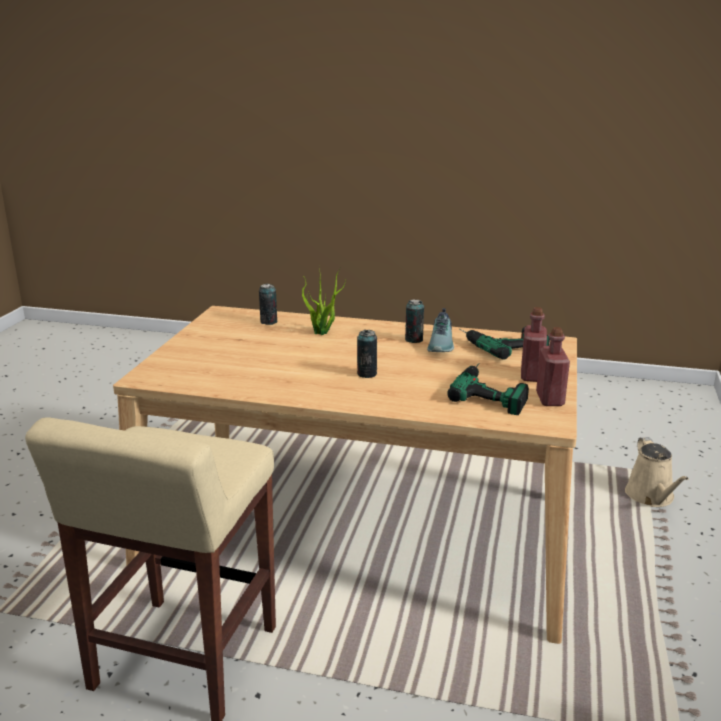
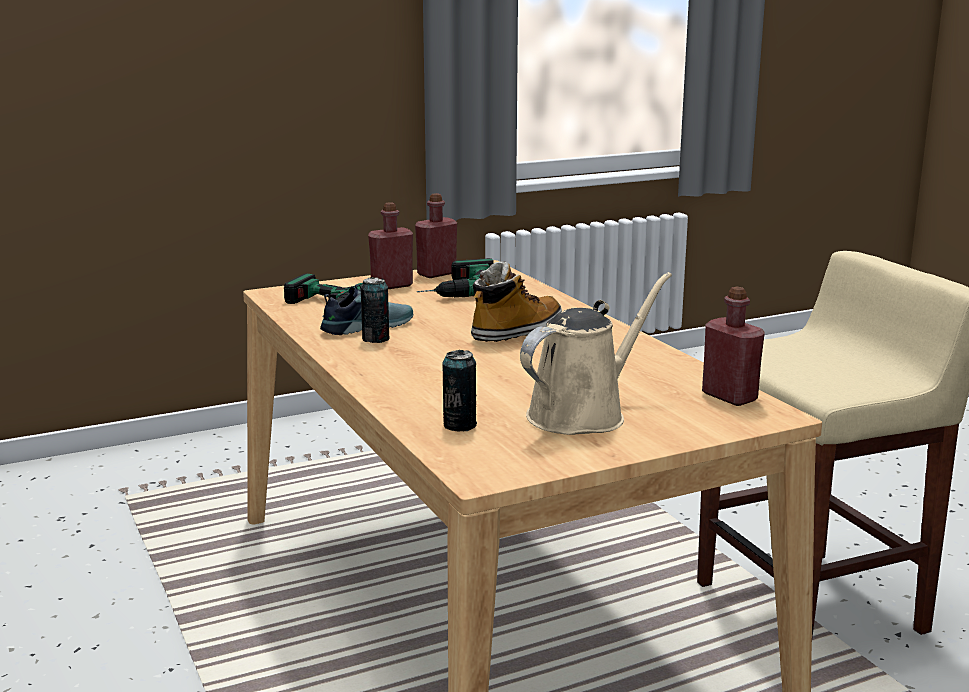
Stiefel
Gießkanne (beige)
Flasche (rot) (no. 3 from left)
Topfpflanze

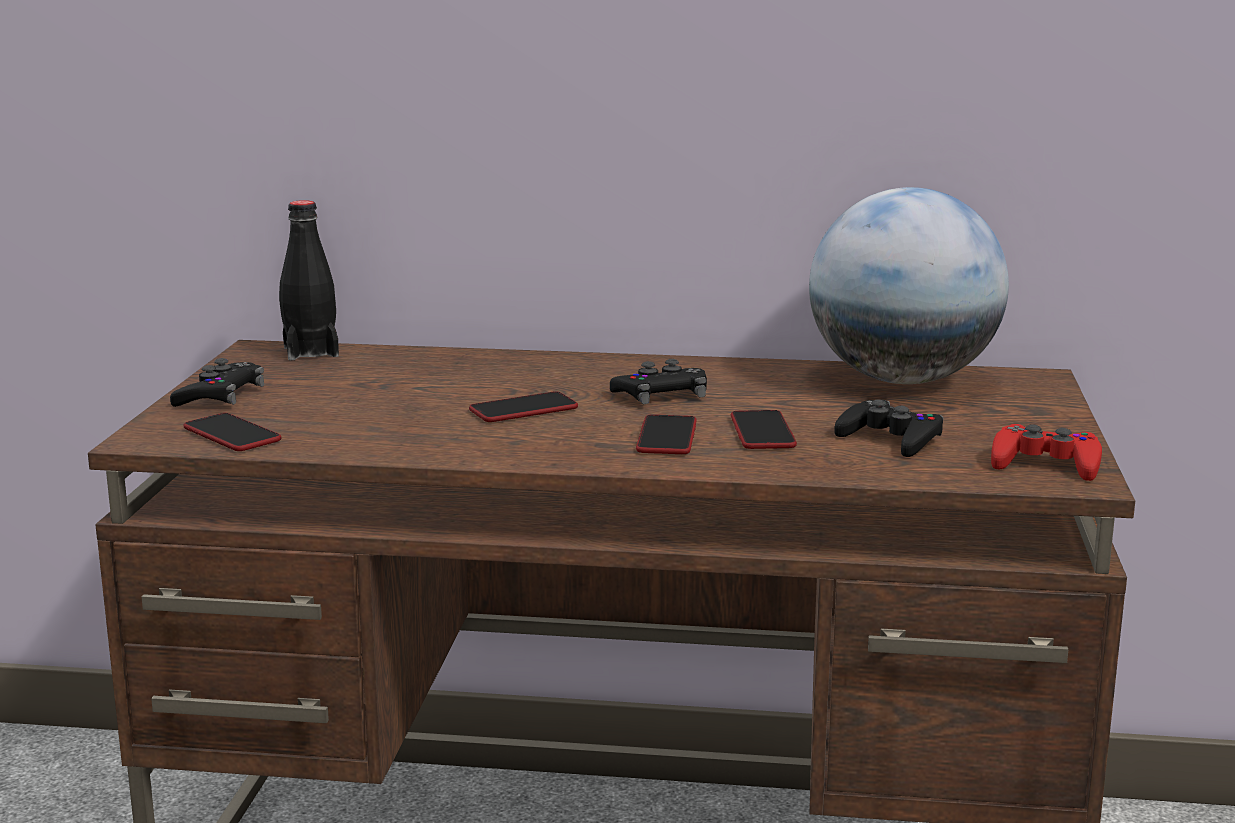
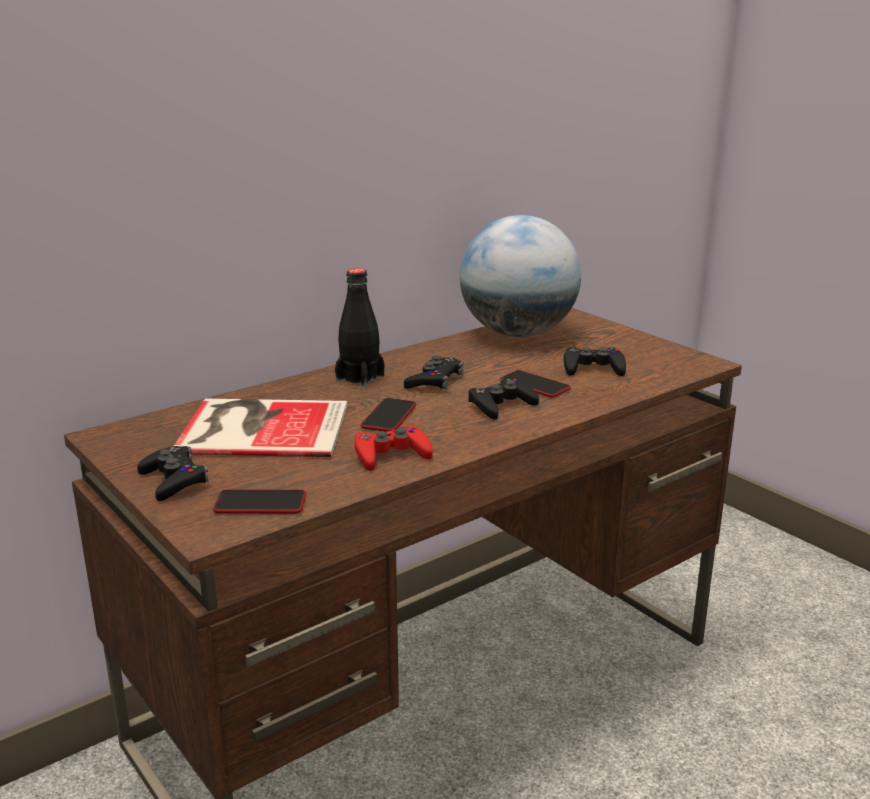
Buch
Flasche (schwarz)
Gamepad (rot)
Gamepad (schwarz) (no. 3 from left)

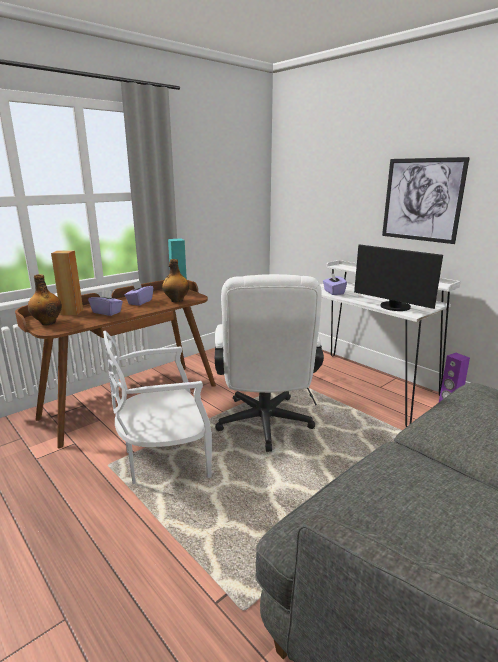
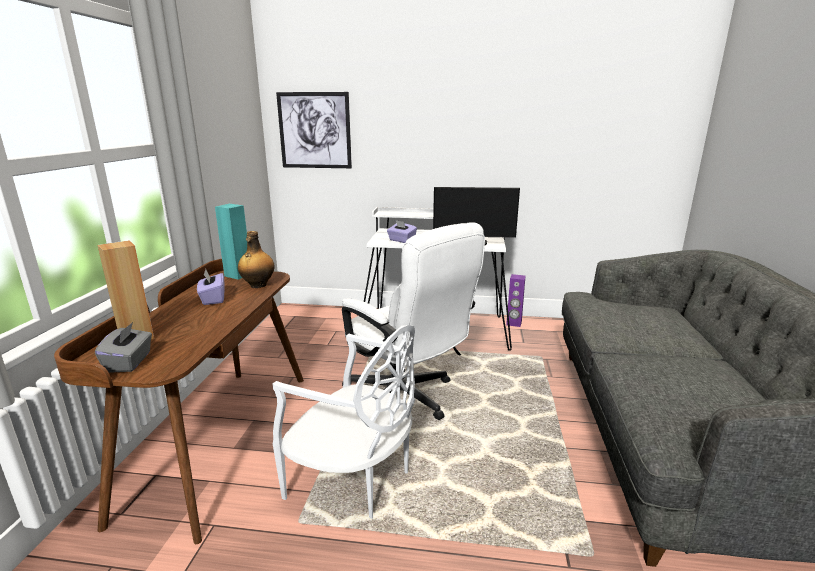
Taschentuchbox (grau)
Stuhl (weiß)
Bild
Taschentuchbox (lila) (no. 1 from left in the first image)

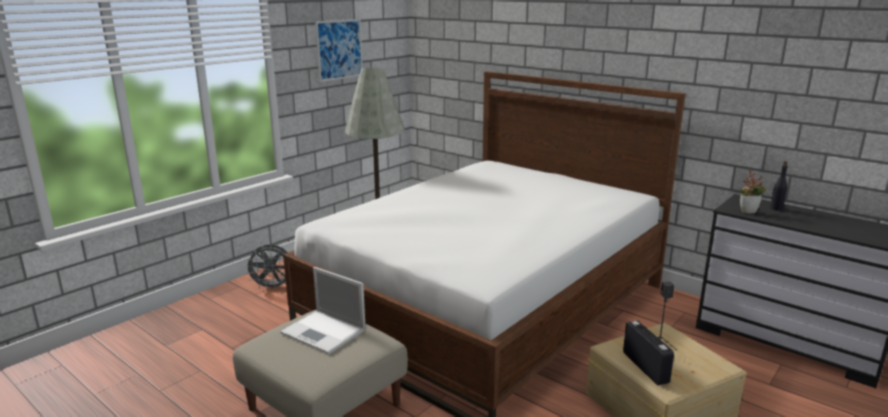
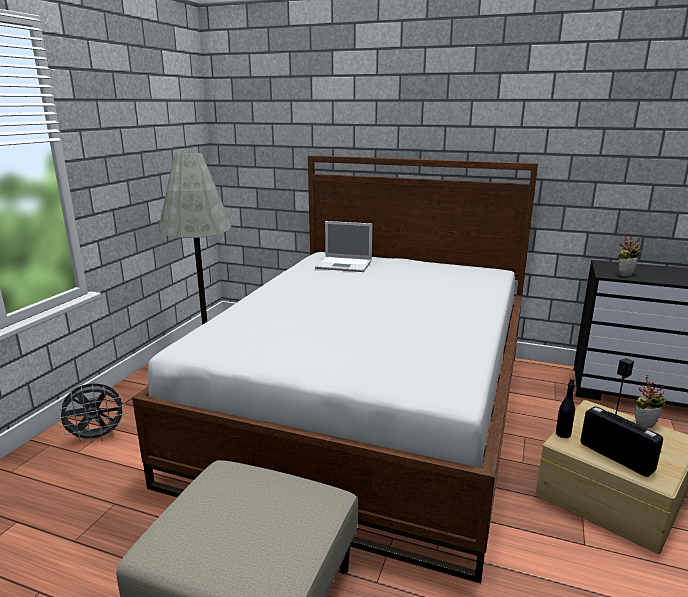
Laptop
Flasche (schwarz)
Topfpflanze (no. 2 from left)
Bild

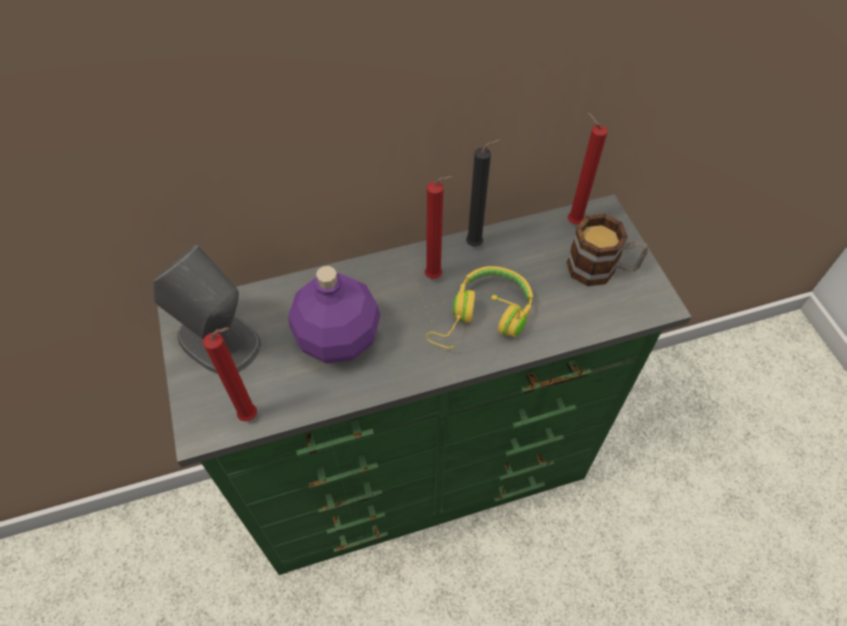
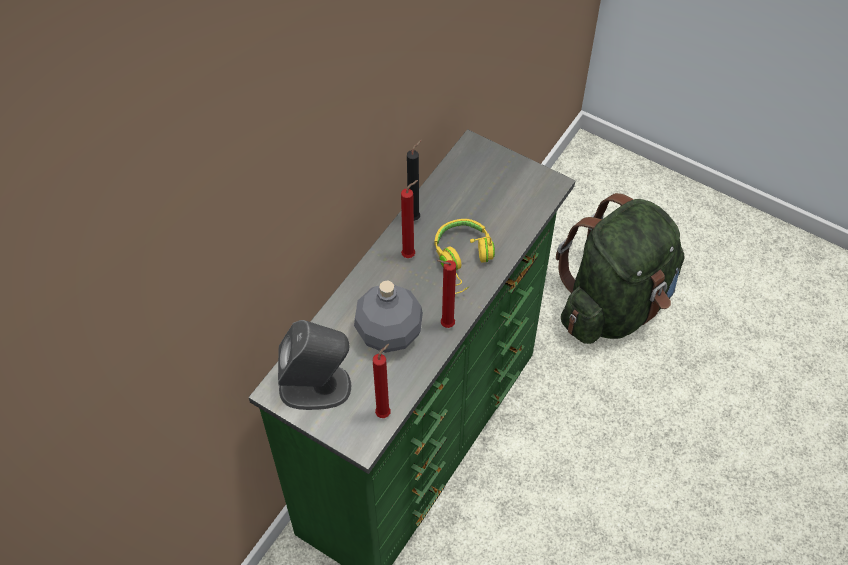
Flasche (grau)
Kerze (rot) (no. 3 from left)
Rucksack (grün)
Henkelbecher

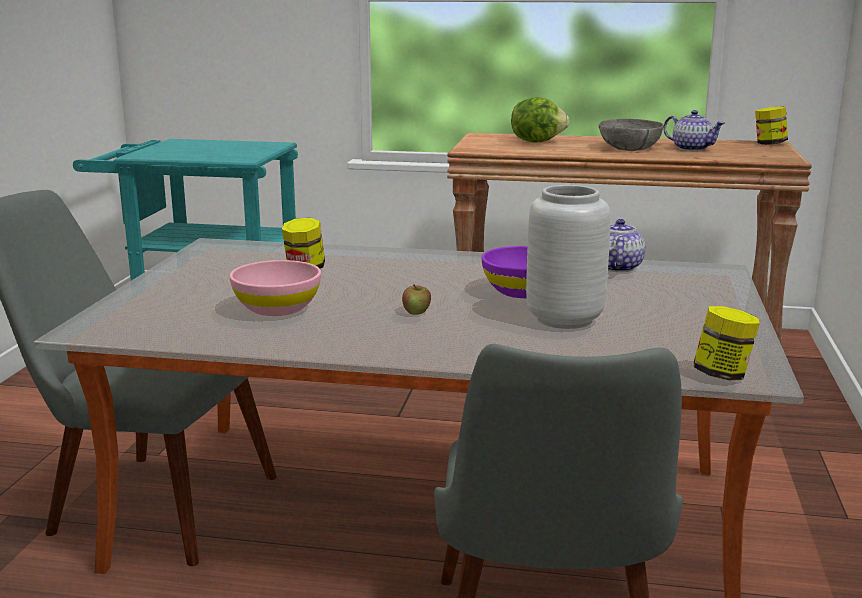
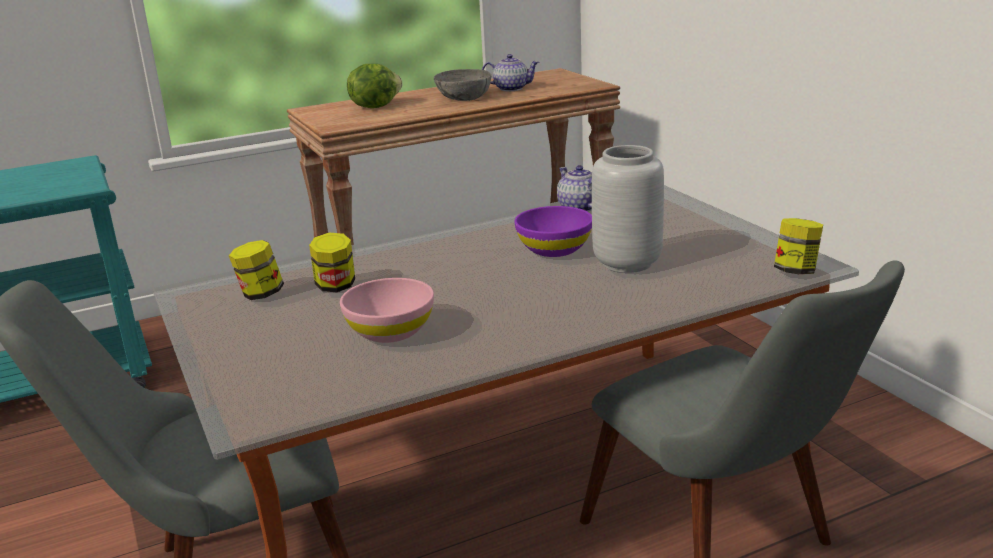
Vorratsglas (no. 1 from left)
Apfel

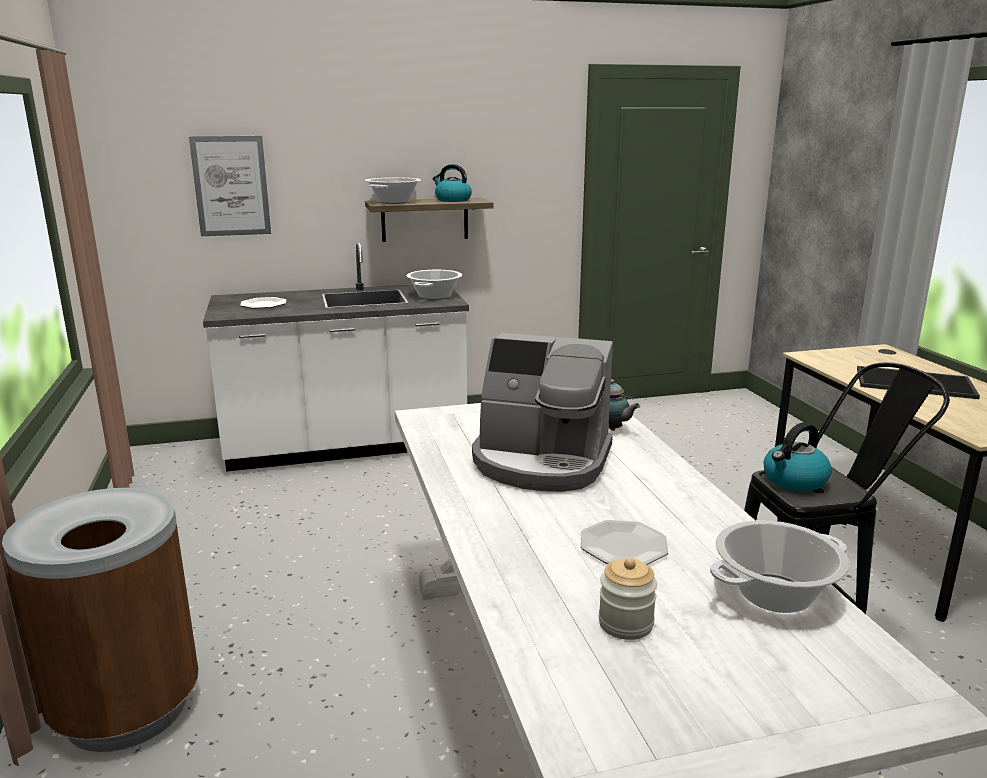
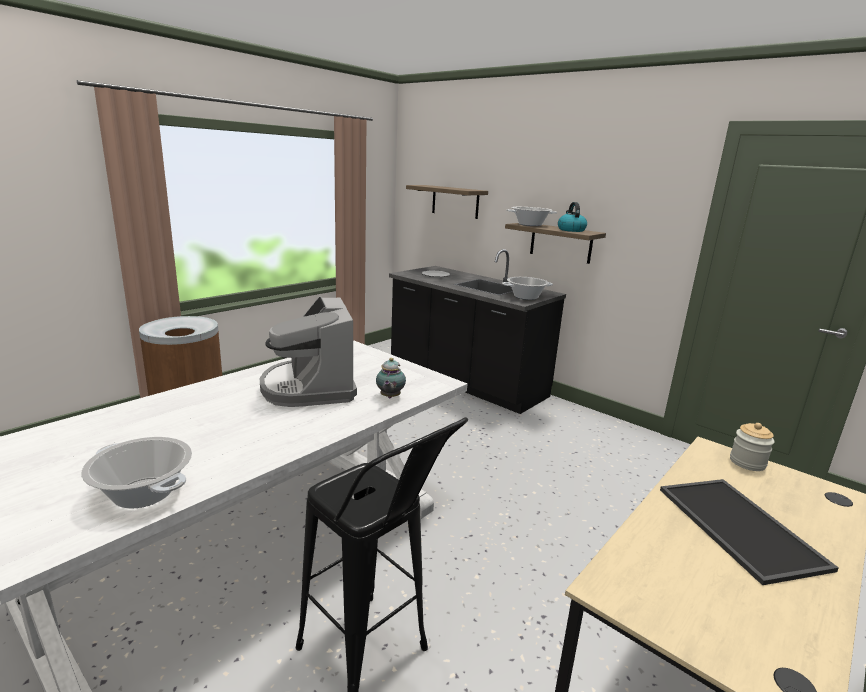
Küchenzeile (schwarz)
Wandregal (no. 1 from left)
Vorratsglas
Teller (no. 2 from left in the first image)
Wasserkessel (no. 2 from left in the first image)

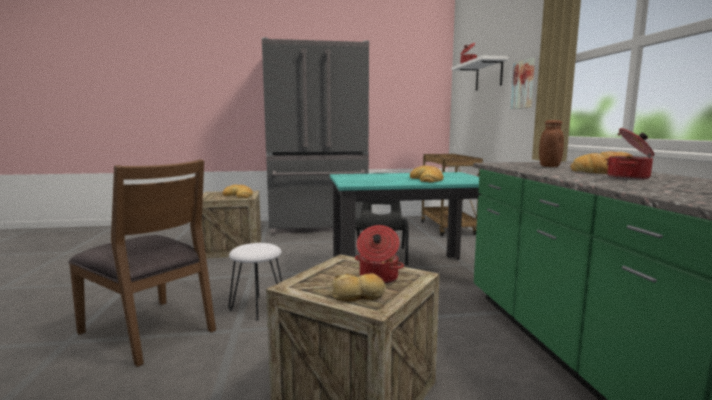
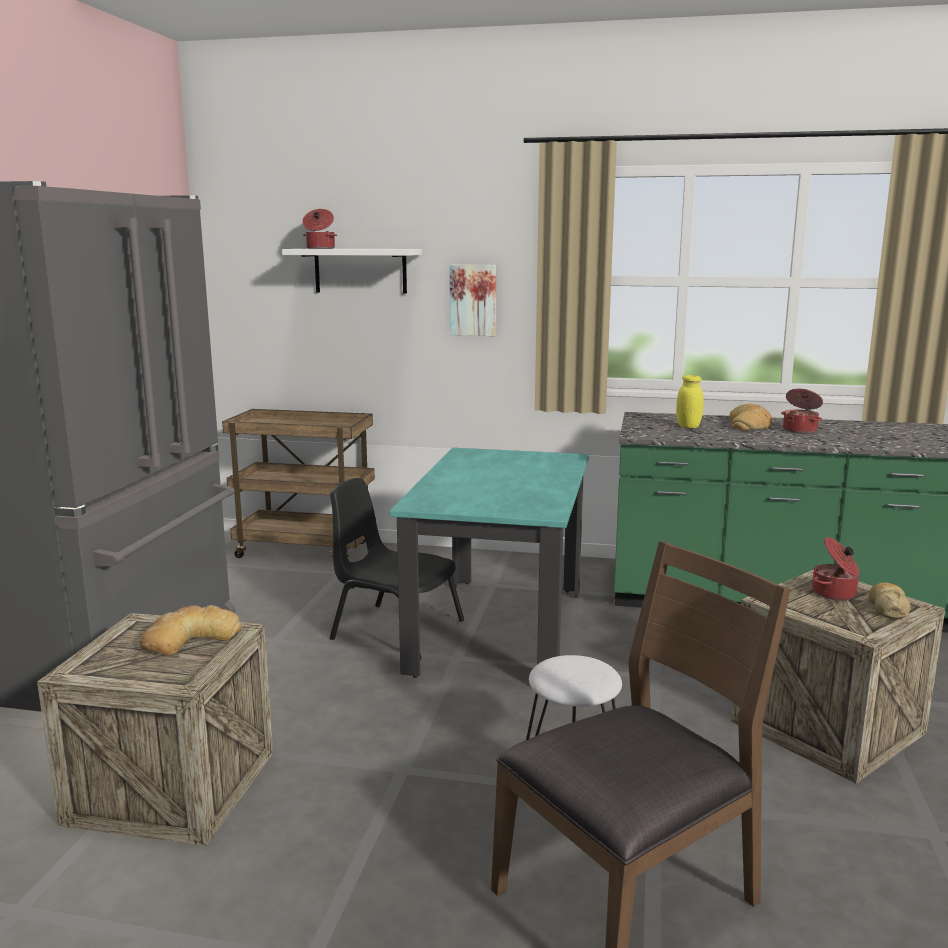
Vorratsglas (gelb)
Brot (no. 3 from left in the first image)

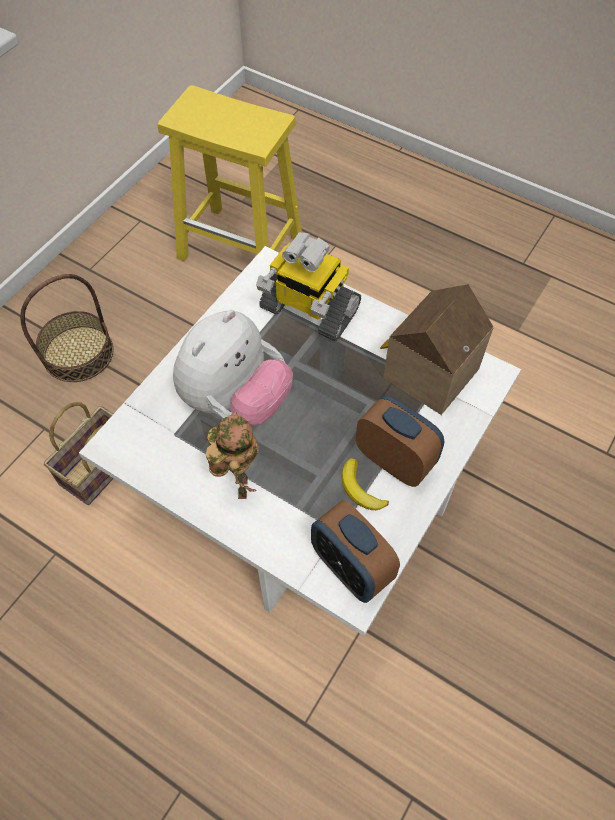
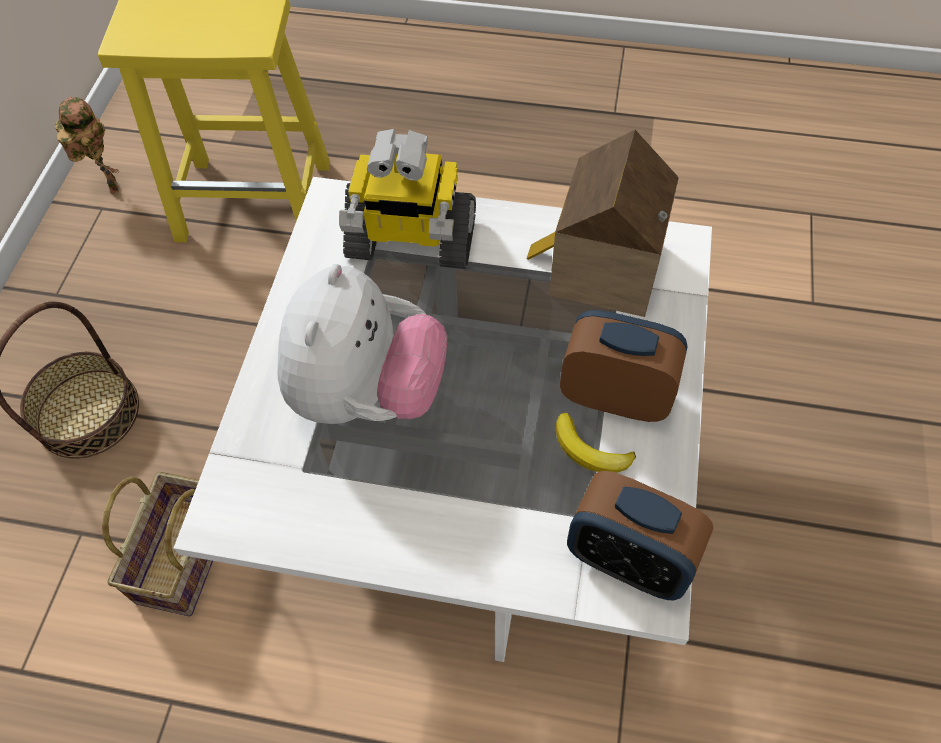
Spielzeugroboter (no. 1 from left)

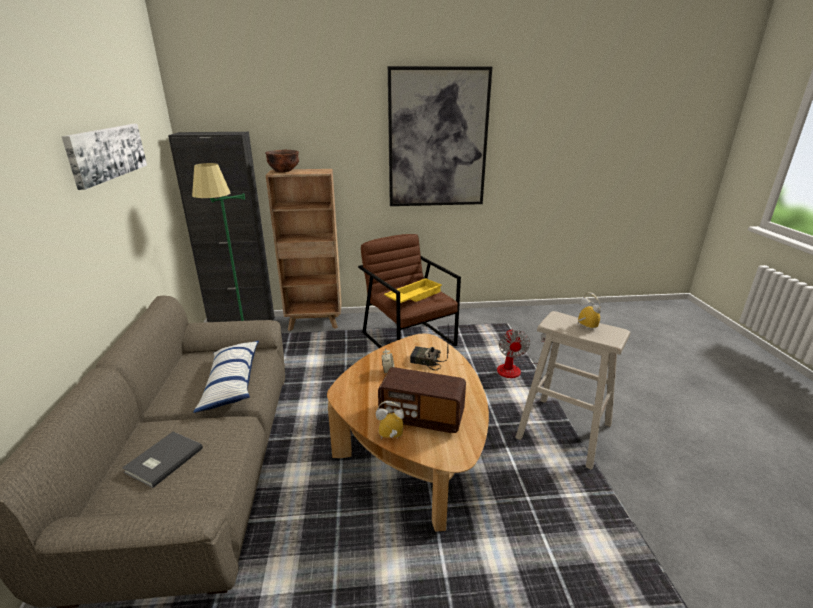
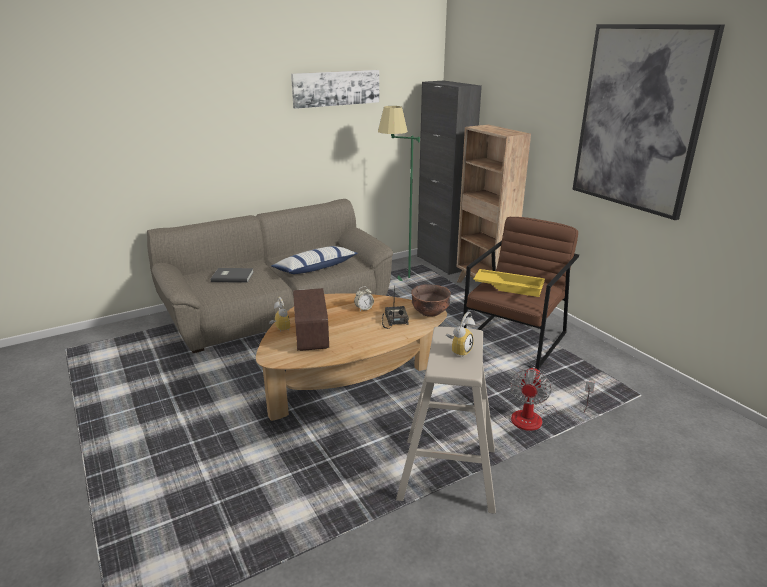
Schüssel (braun)
Ventilator

